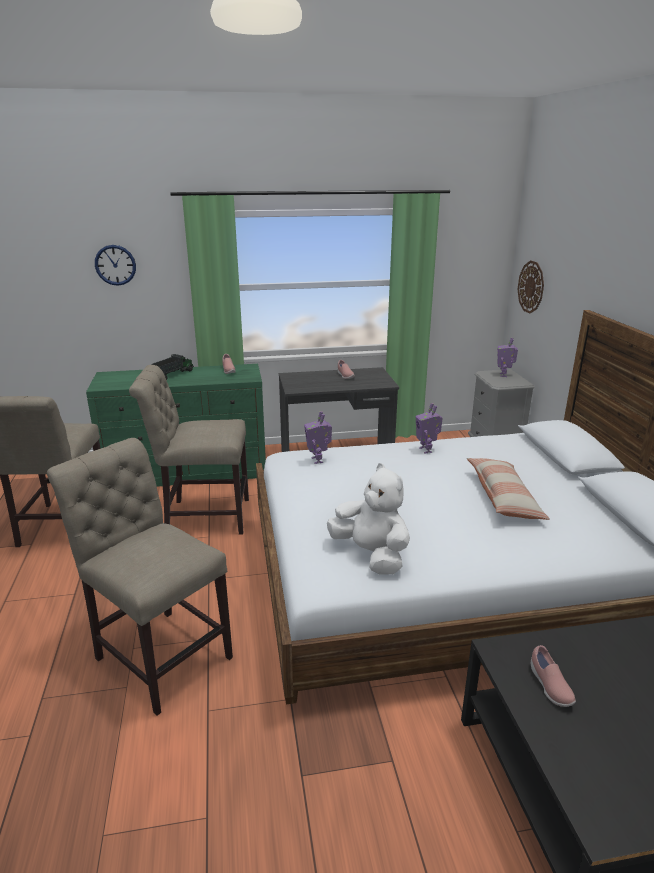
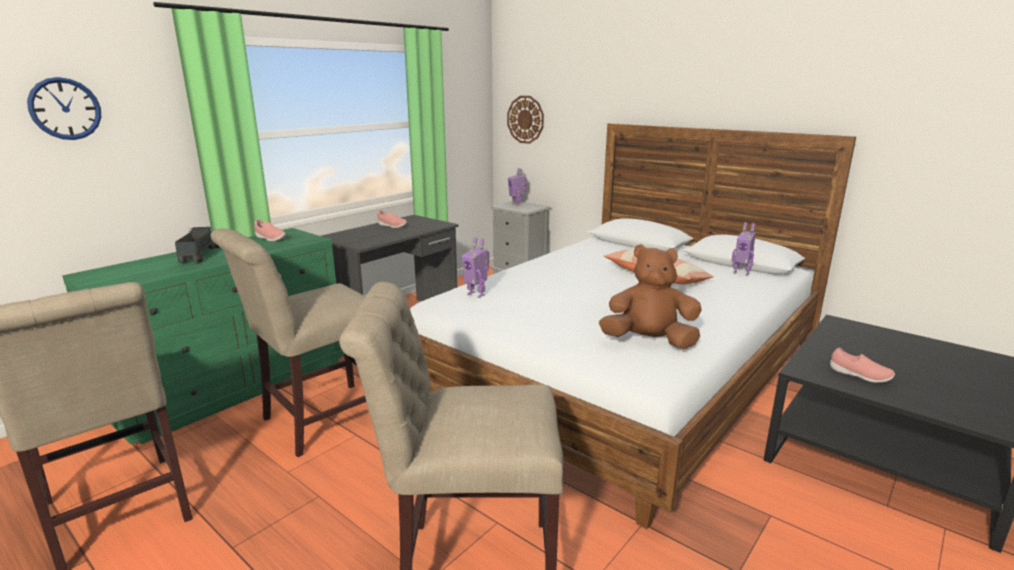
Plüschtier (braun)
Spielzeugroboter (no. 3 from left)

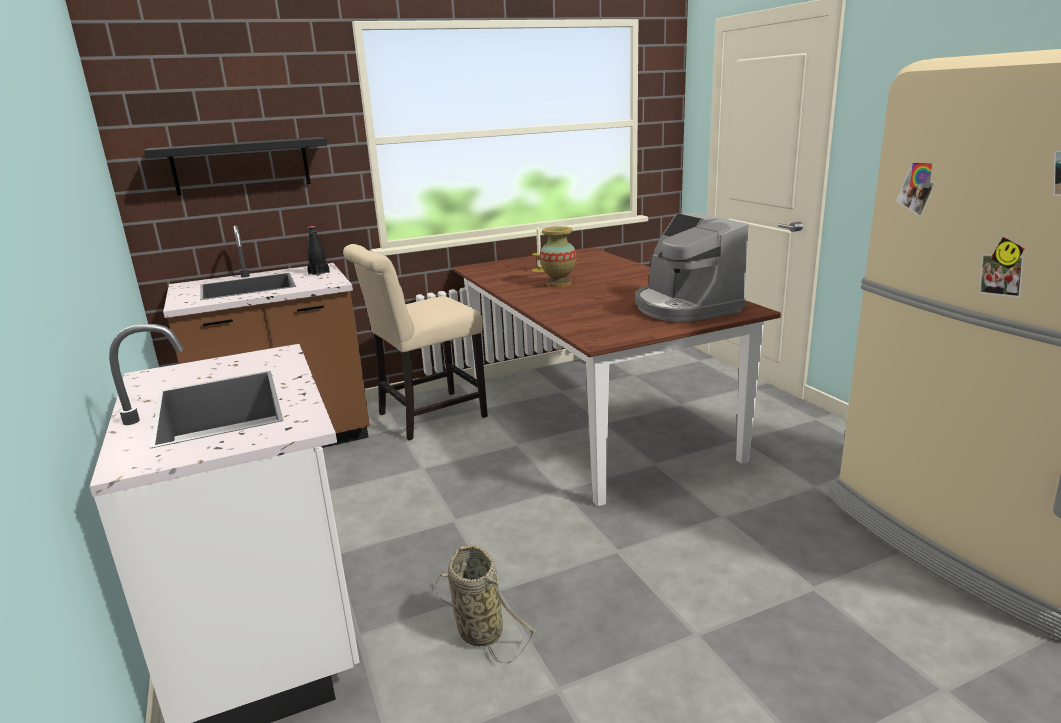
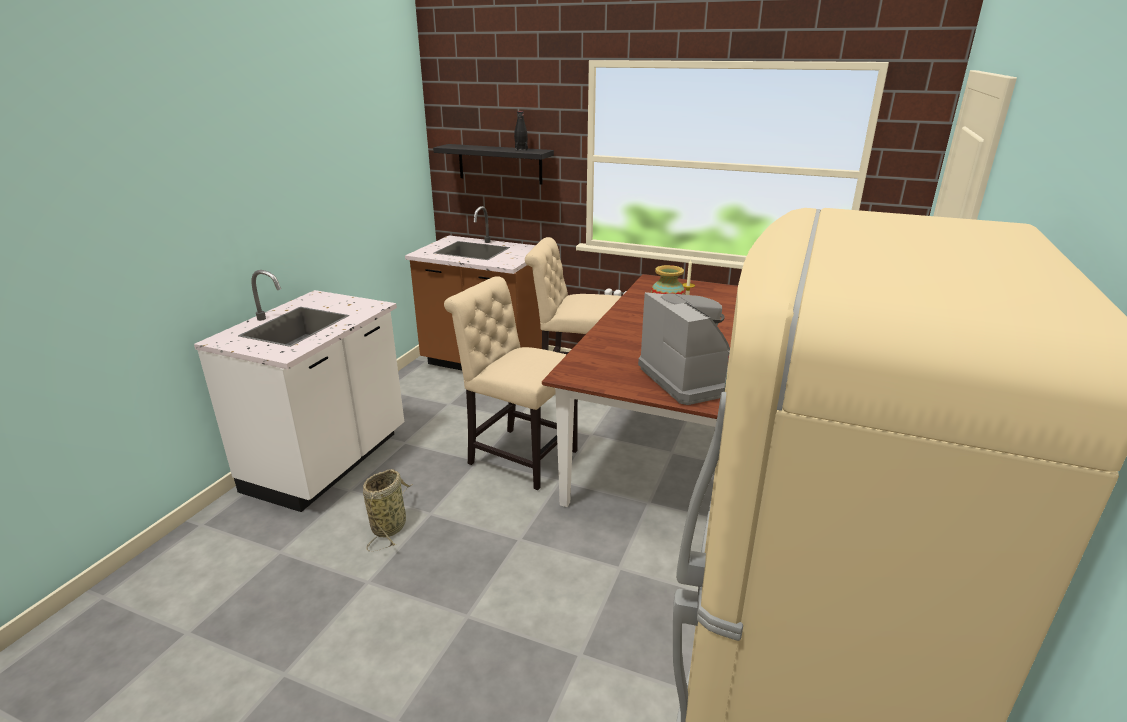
Stuhl (beige) (no. 1 from left)
Flasche (schwarz)
Kaffeemaschine

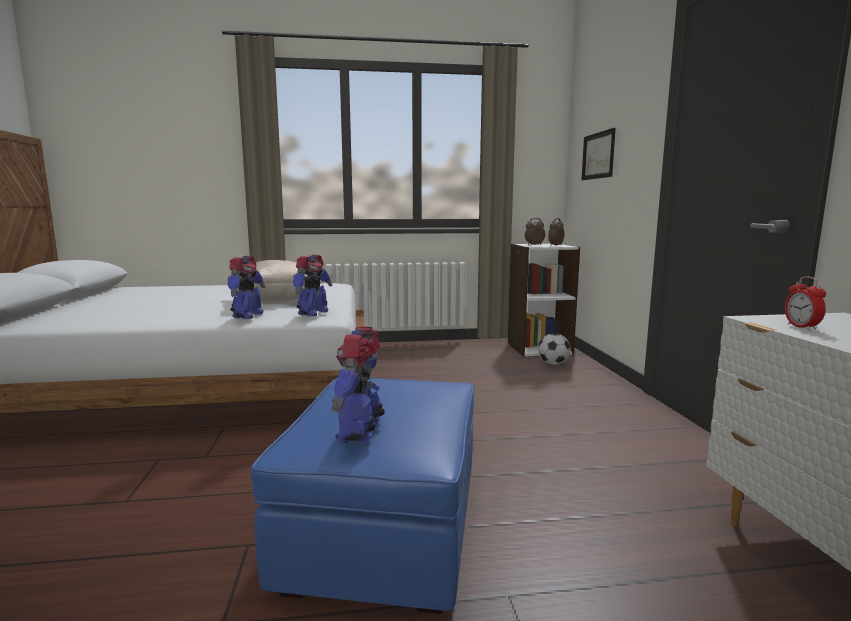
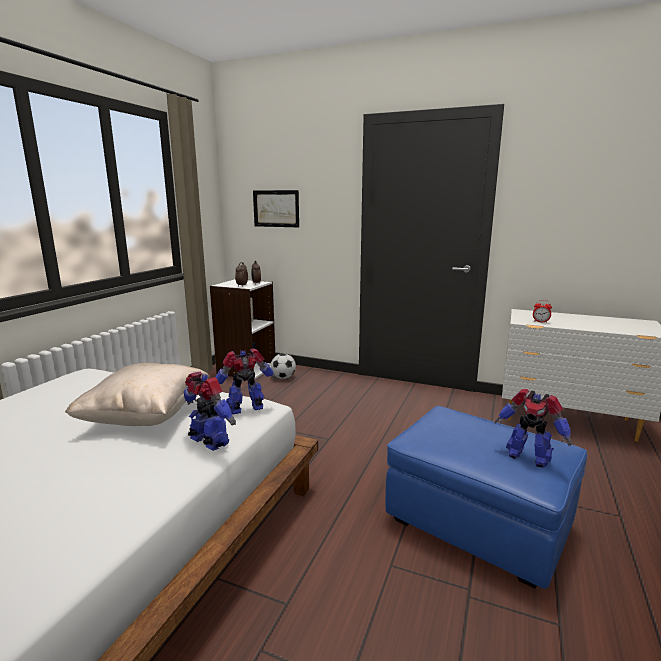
Spielzeugroboter (no. 2 from left)

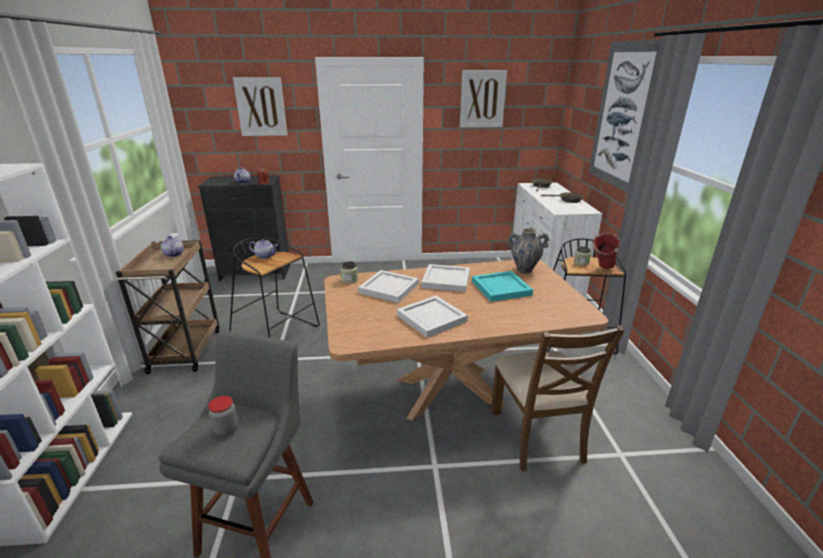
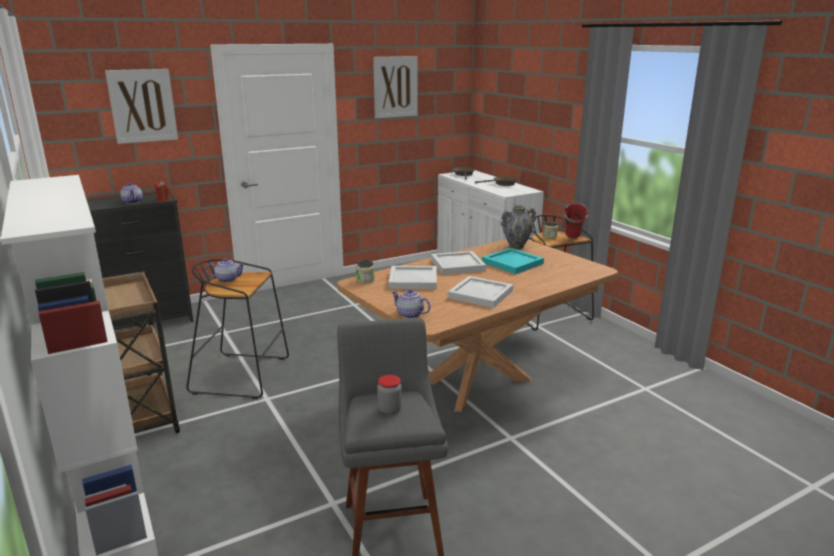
Teekanne (no. 3 from left)
Stuhl (braun)
Bild (no. 3 from left in the first image)

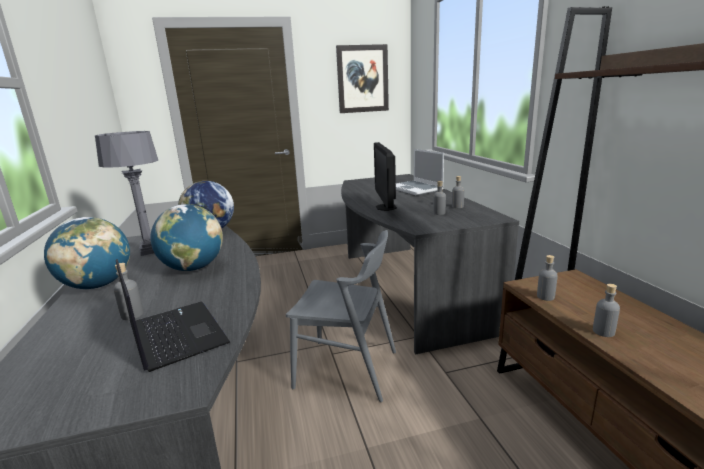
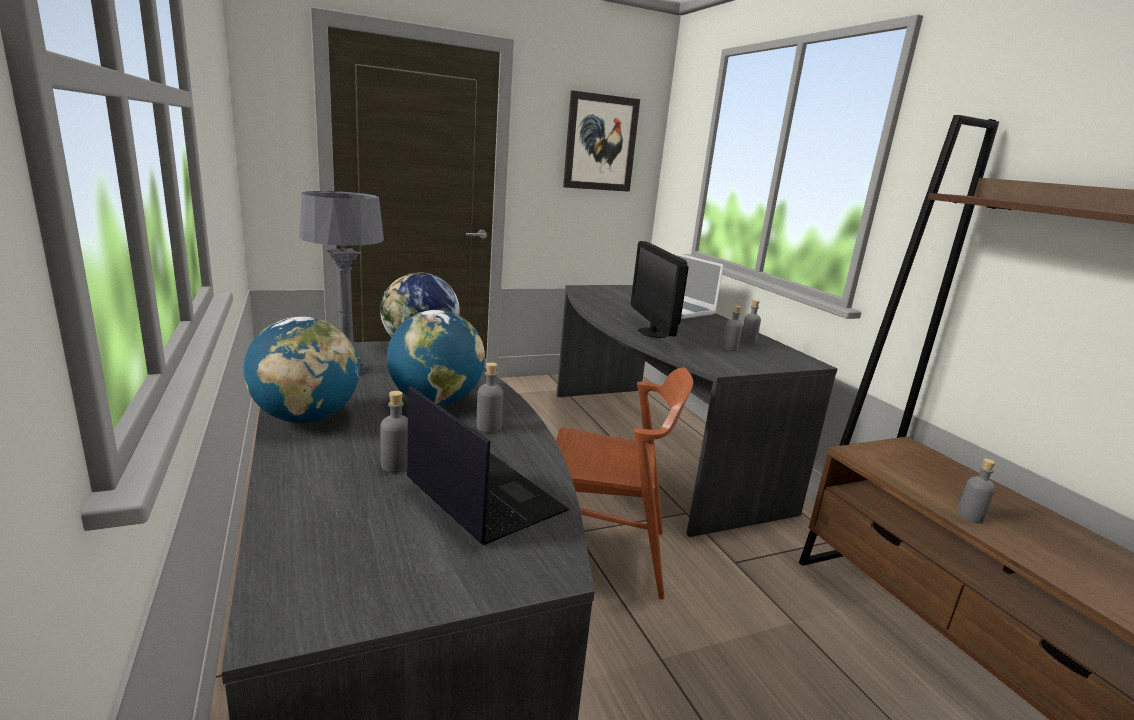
Flasche (grau) (no. 2 from left)
Stuhl (braun)

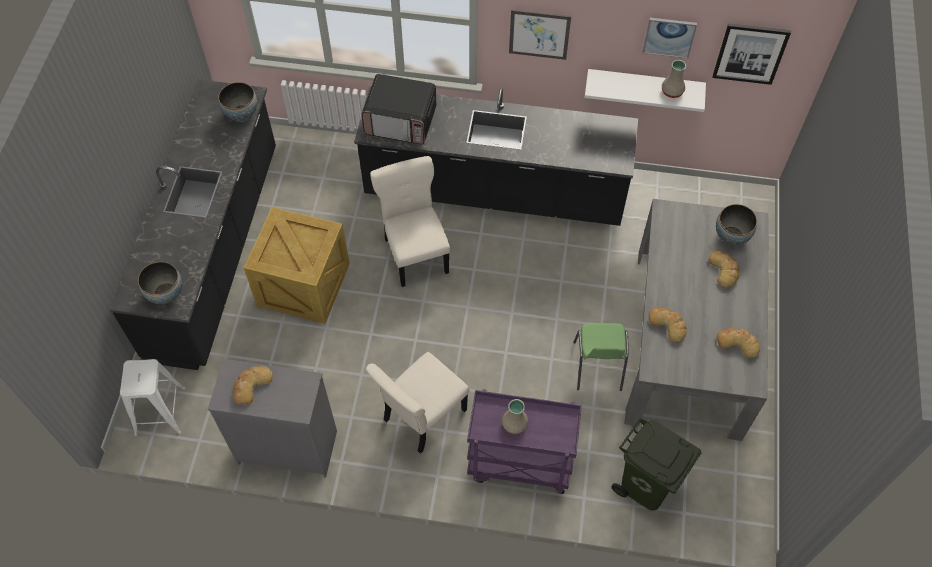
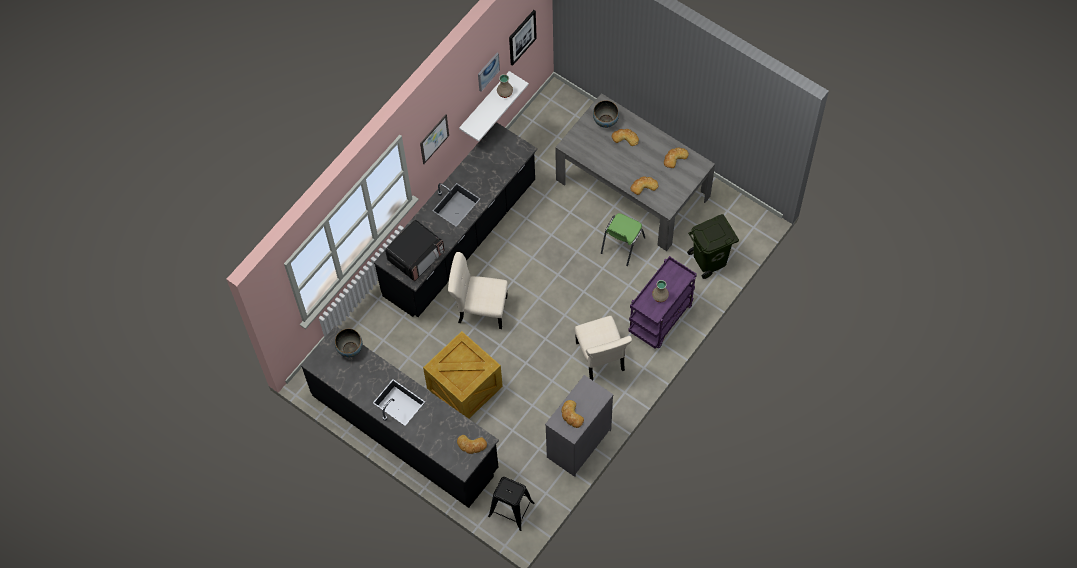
Brot (no. 1 from left)
Hocker (schwarz)
Stuhl (grün)

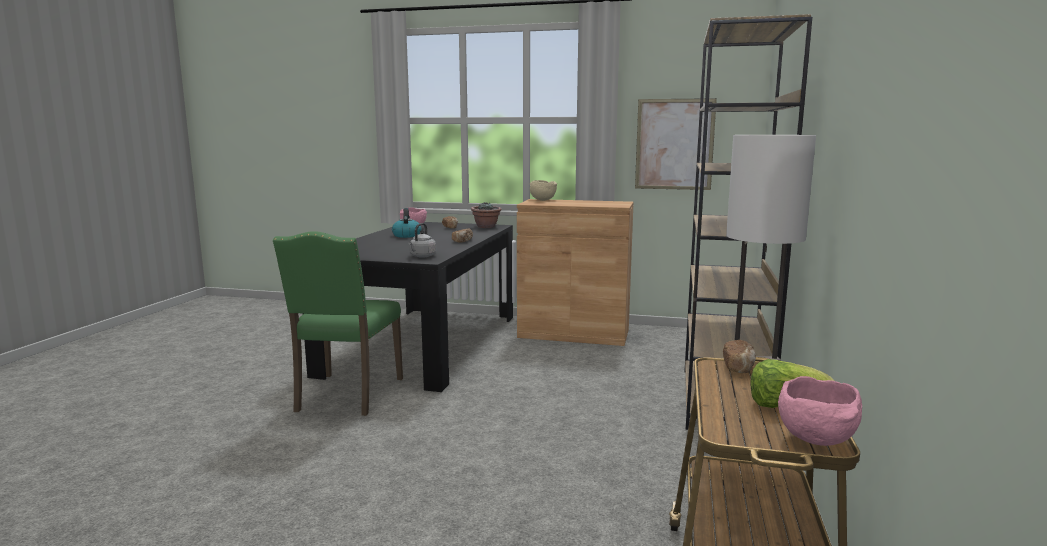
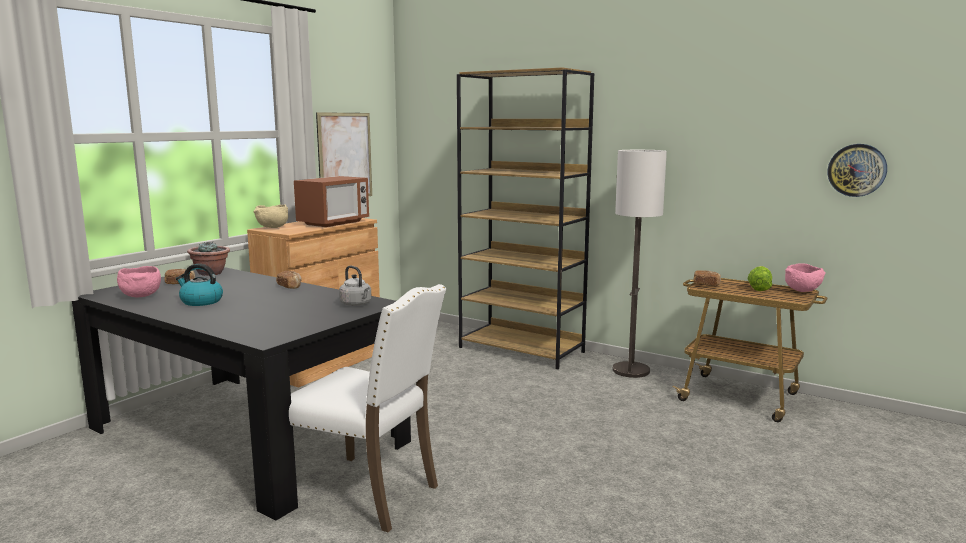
Stuhl (weiß)
Mikrowelle
Wanduhr

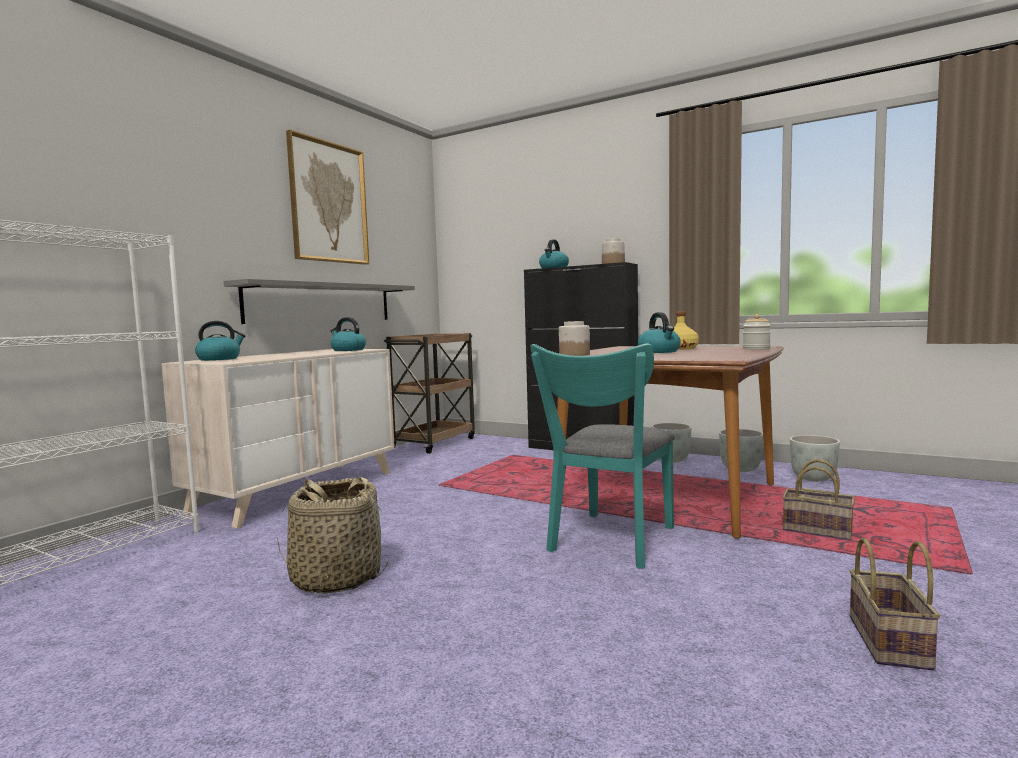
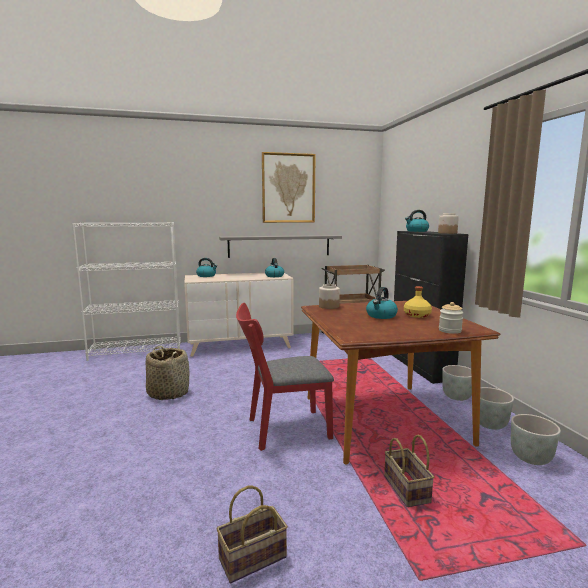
Stuhl (rot)

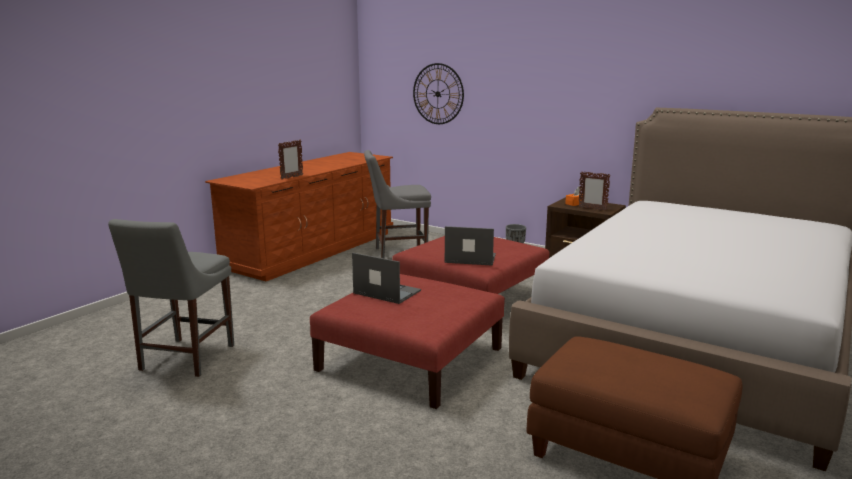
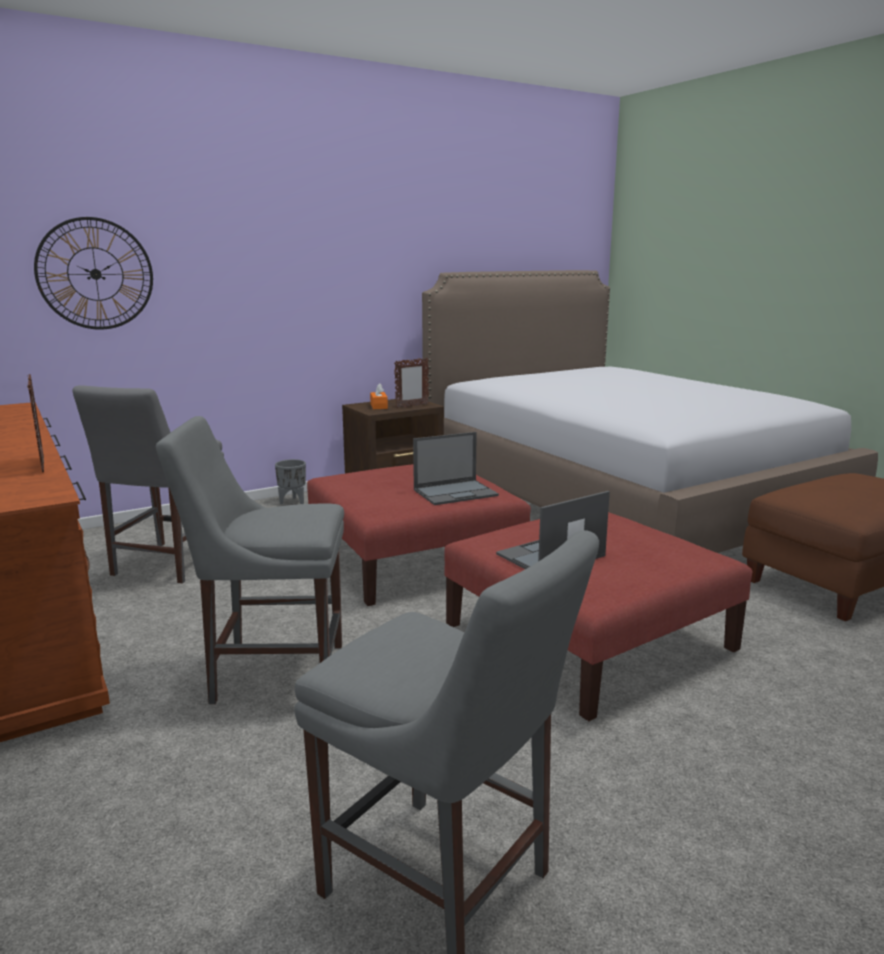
Stuhl (grau) (no. 2 from left)
Laptop (no. 1 from left)

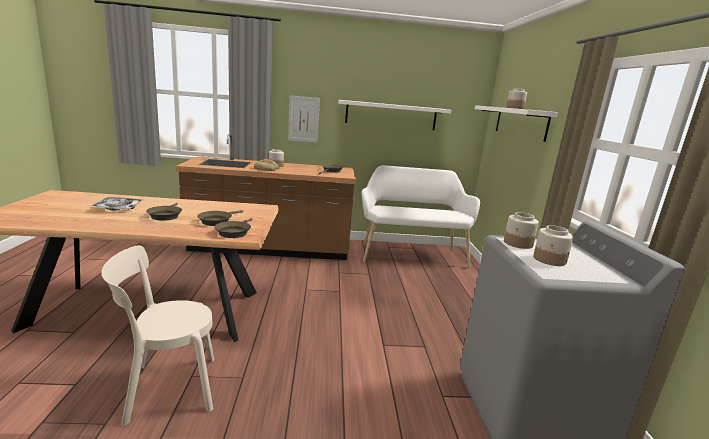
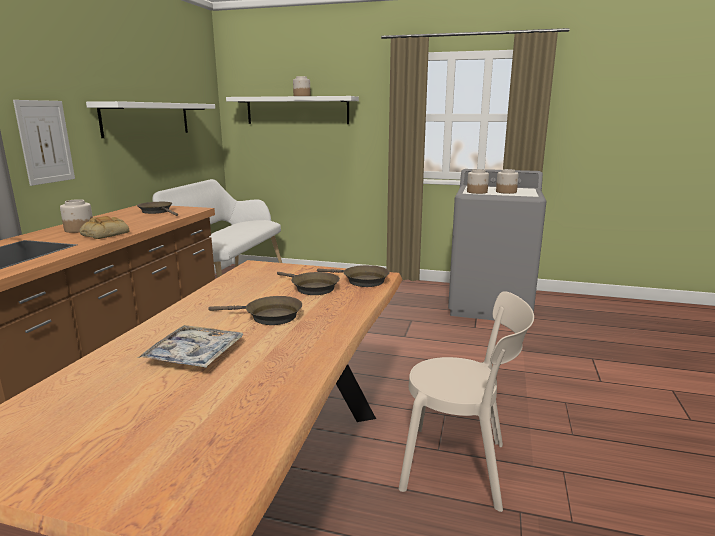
Stuhl (beige)

